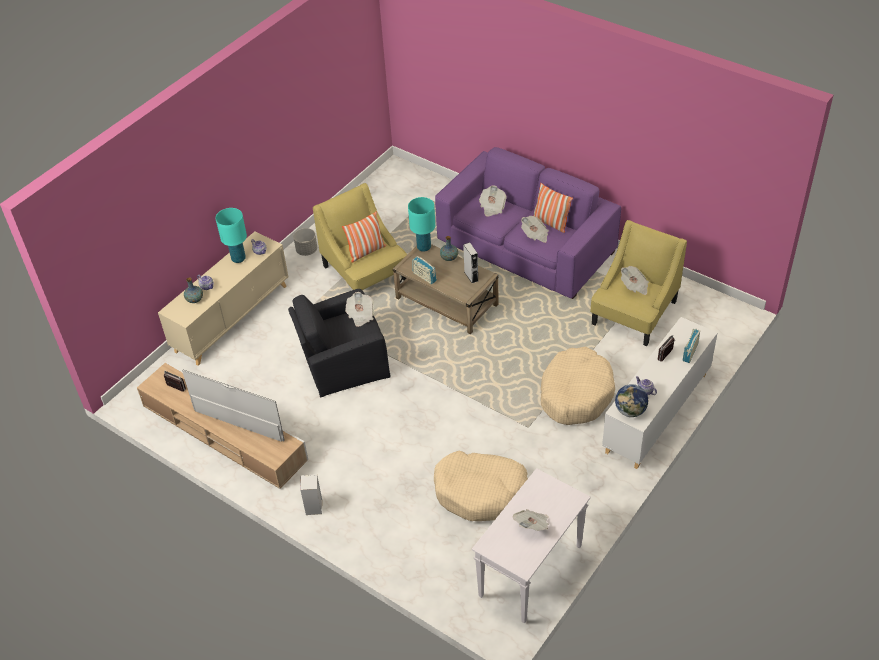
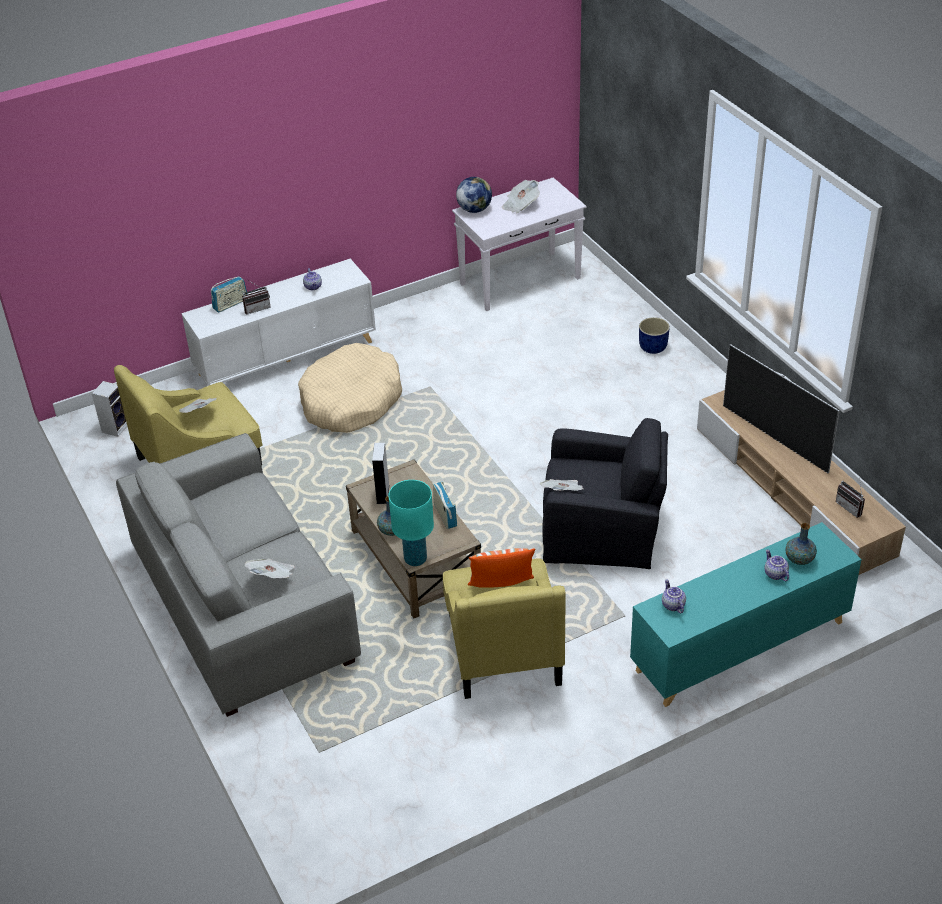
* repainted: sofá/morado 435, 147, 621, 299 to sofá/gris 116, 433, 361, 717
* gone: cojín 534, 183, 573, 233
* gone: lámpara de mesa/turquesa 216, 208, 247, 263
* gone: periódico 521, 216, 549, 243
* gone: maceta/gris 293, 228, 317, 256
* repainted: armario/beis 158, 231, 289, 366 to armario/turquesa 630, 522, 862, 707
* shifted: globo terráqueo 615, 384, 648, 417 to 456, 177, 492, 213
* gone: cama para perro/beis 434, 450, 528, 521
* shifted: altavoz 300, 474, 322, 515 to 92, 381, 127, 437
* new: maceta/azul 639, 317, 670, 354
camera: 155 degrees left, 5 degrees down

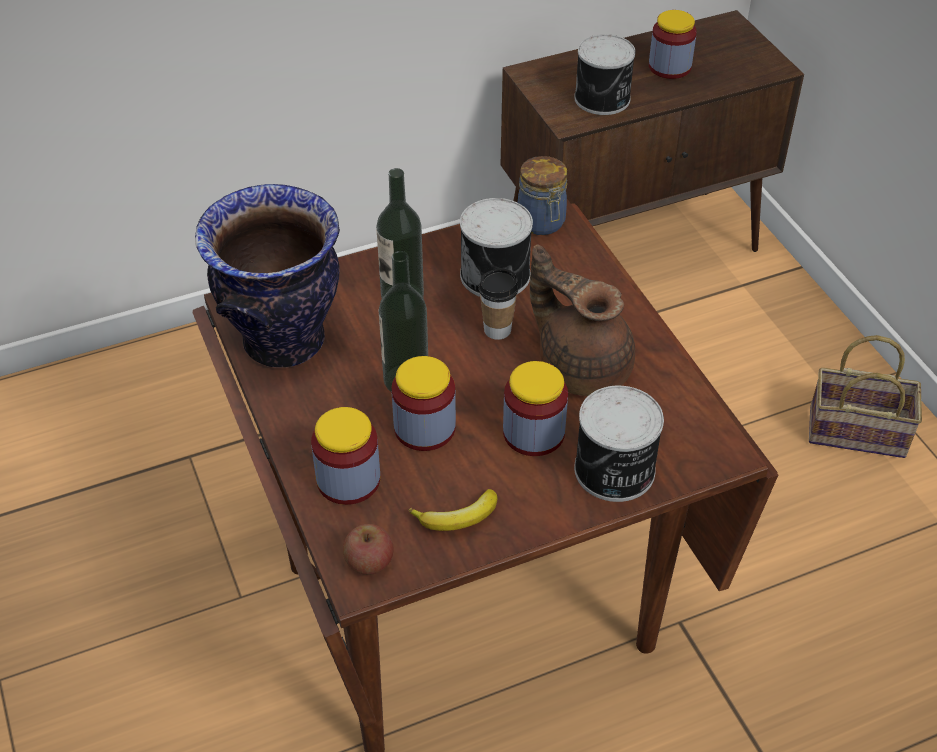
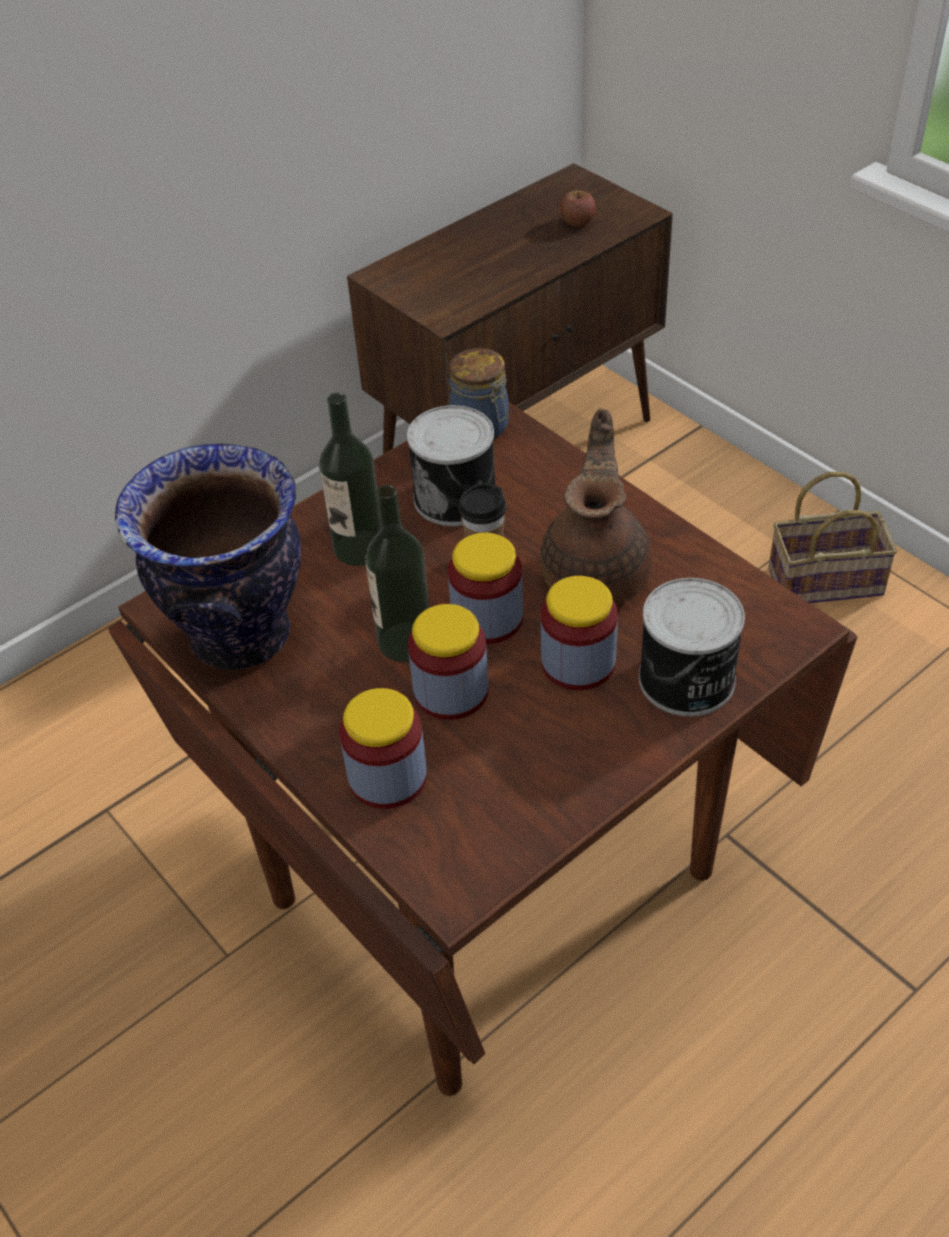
* shifted: tarro 649, 10, 697, 79 to 448, 533, 523, 644
* gone: lata 574, 34, 636, 115
* rotated: tetera/marrón 530, 244, 635, 396 = 540, 408, 652, 605 75 degrees clockwise
* gone: plátano 408, 489, 497, 531
* shifted: manzana 343, 524, 394, 575 to 560, 190, 596, 227
camera: 15 degrees left, 0 degrees up

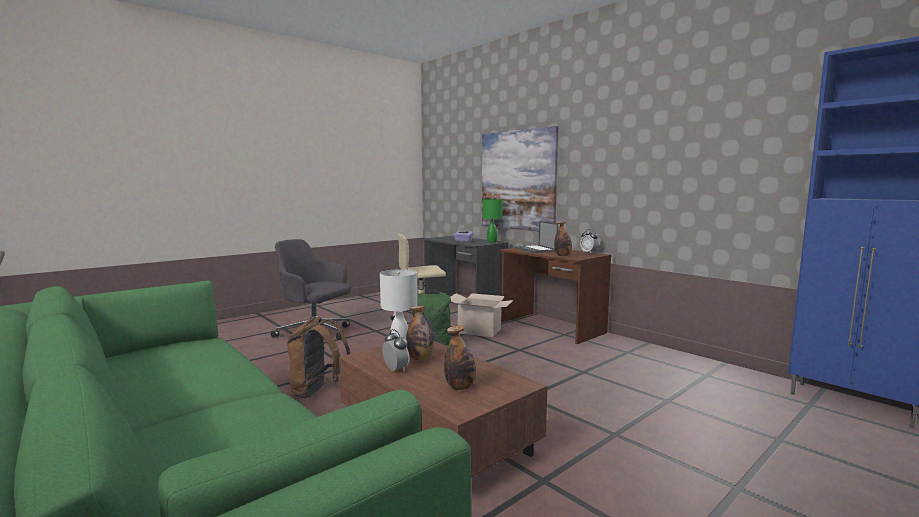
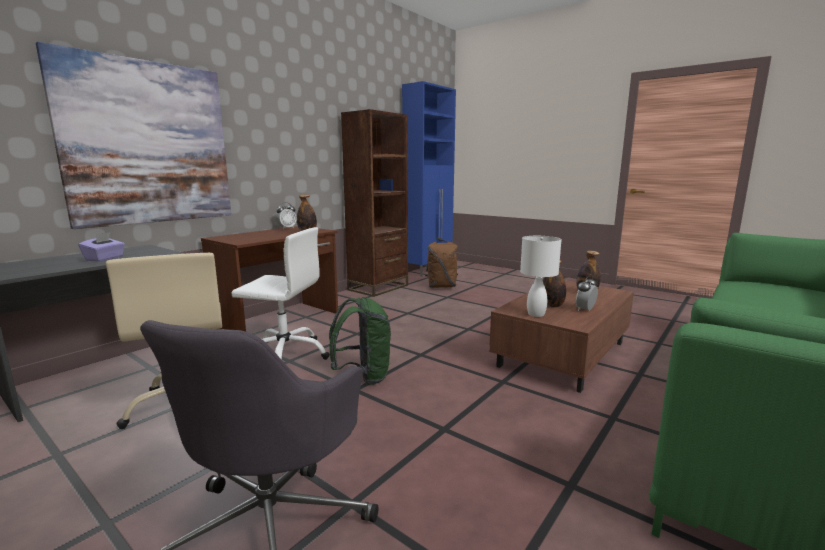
* gone: lámpara de mesa/verde 482, 199, 503, 243
* gone: portátil 514, 221, 558, 253
* swapped: caja de cartón 450, 293, 514, 337 to silla de oficina/blanco 231, 227, 330, 360
* shifted: mochila/marrón 287, 317, 350, 398 to 425, 240, 458, 288
* new: estantería/marrón 341, 109, 408, 297
camera: 100 degrees left, 5 degrees up

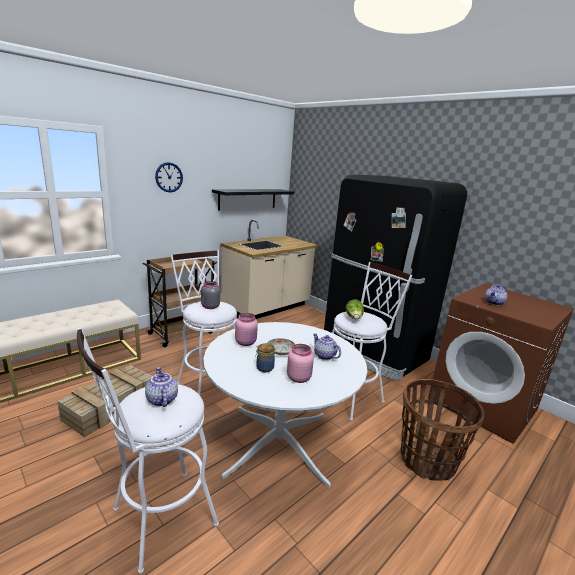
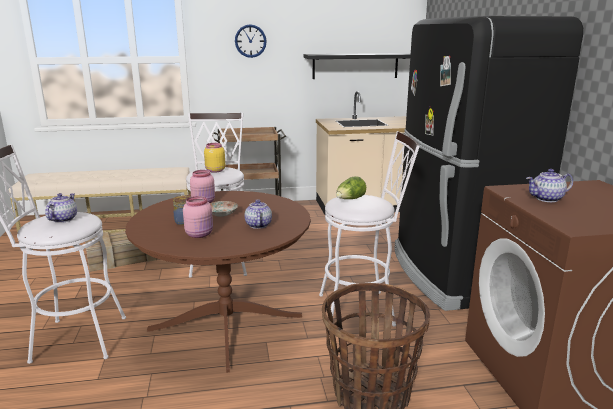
* repainted: tarro/gris 201, 281, 220, 309 to tarro/amarillo 204, 143, 225, 173
* repainted: mesa de comedor/blanco 203, 322, 367, 488 to mesa de comedor/marrón 125, 191, 311, 373
camera: 35 degrees right, 0 degrees up

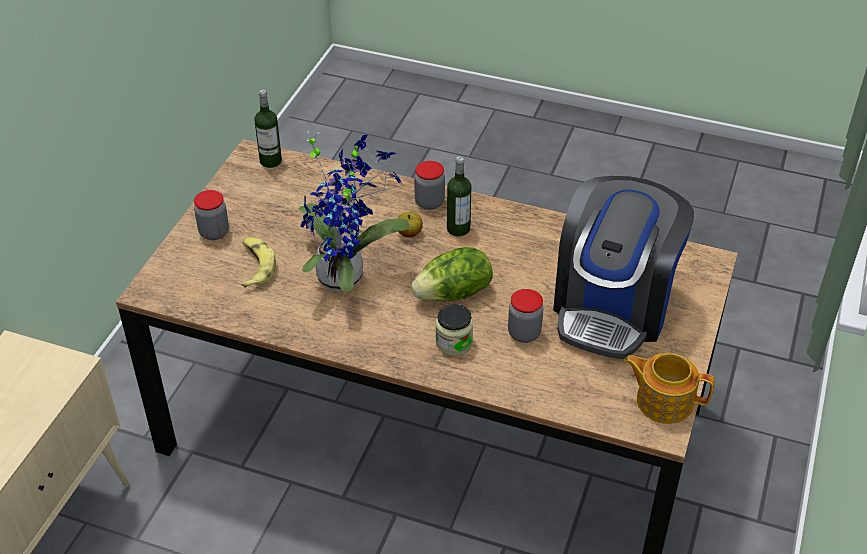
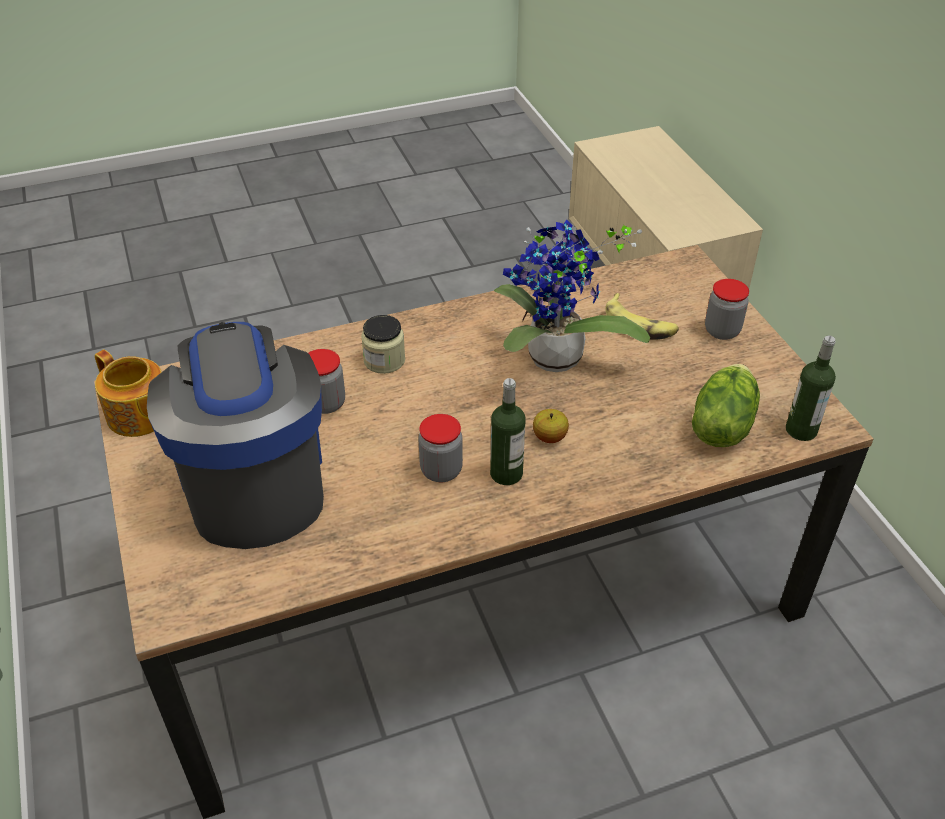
* shifted: tarro 414, 161, 445, 210 to 418, 414, 463, 482
* shifted: lechuga 411, 247, 493, 301 to 692, 364, 760, 447
* rotated: tetera 624, 353, 715, 424 = 95, 350, 161, 437 60 degrees clockwise
camera: 140 degrees right, 0 degrees up

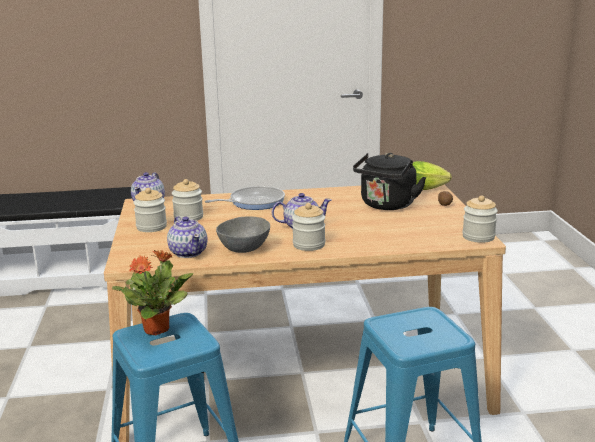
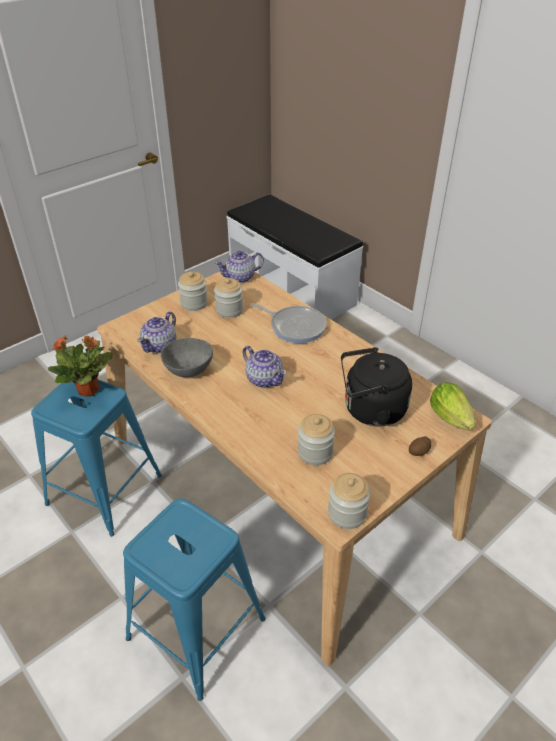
* shifted: tarro 292, 203, 325, 251 to 298, 414, 335, 465
camera: 55 degrees right, 20 degrees up

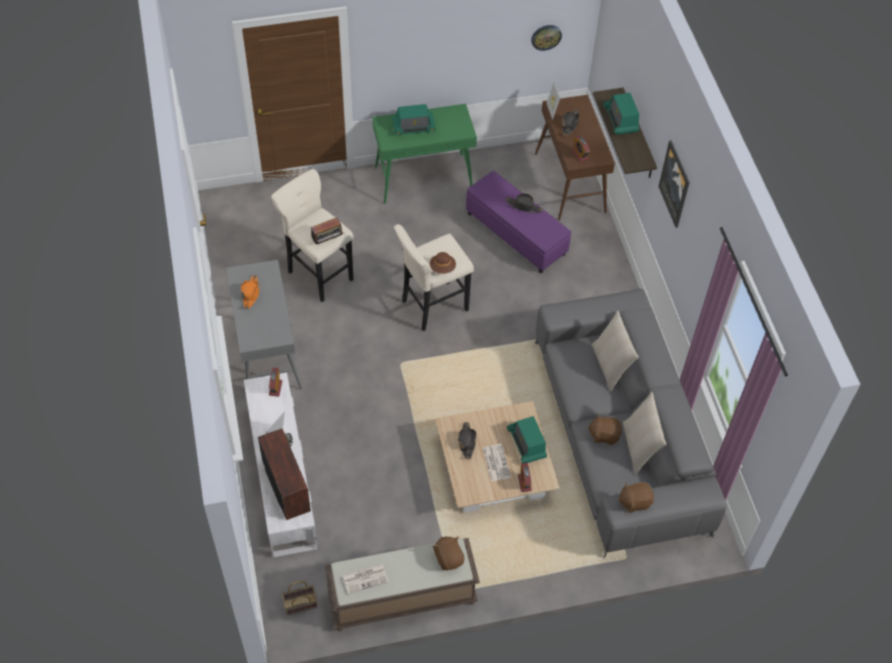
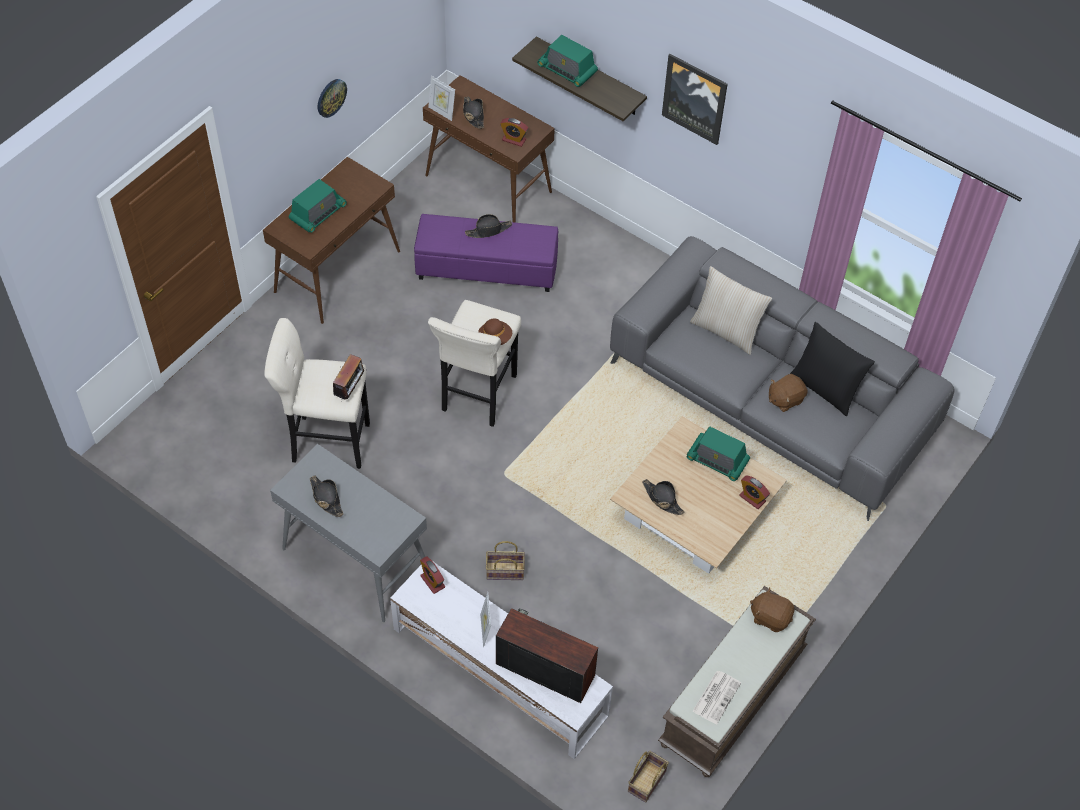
* shifted: reloj de pared 531, 25, 562, 51 to 318, 79, 347, 118
* repainted: mesa consola/verde 372, 104, 477, 204 to mesa consola/marrón 263, 157, 400, 324
* repainted: sombrero/naranja 241, 275, 259, 309 to sombrero/negro 310, 476, 344, 517
* repainted: cojín/beis 623, 392, 666, 475 to cojín/negro 790, 322, 875, 416
* gone: periódico 483, 444, 511, 481
* gone: peluche/marrón 618, 482, 654, 513
* new: cesta 486, 541, 525, 580
camera: 40 degrees left, 0 degrees up

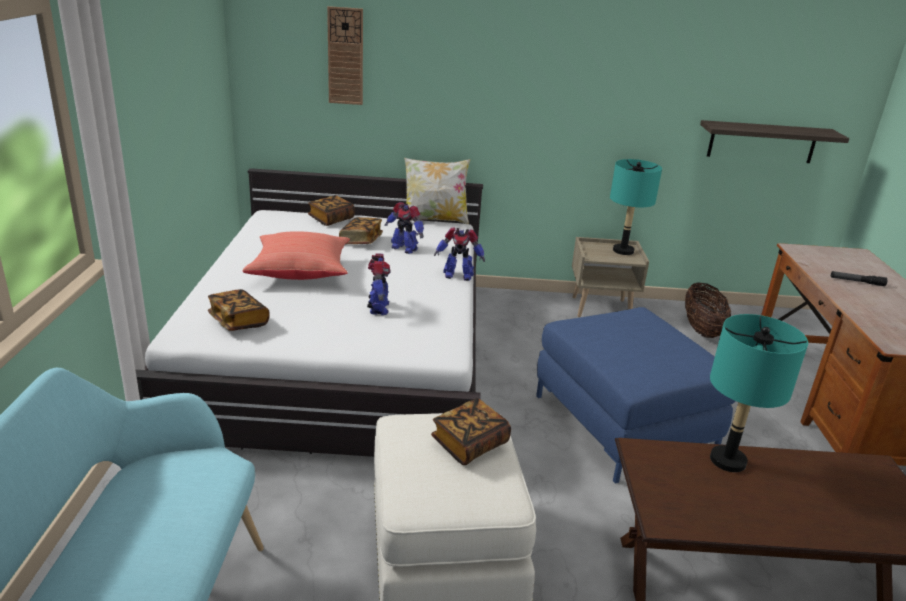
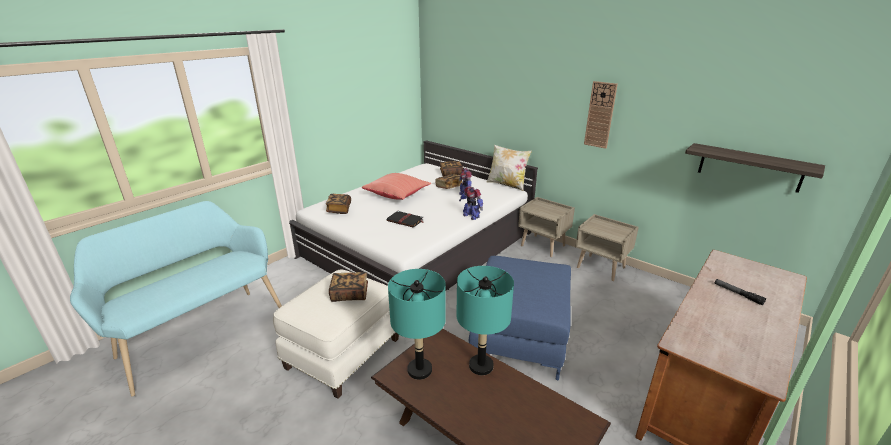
* shifted: reloj de pared 327, 6, 363, 105 to 584, 81, 618, 149
* shifted: lámpara de mesa/turquesa 610, 159, 662, 255 to 388, 269, 446, 380
* swapped: robot de juguete 367, 253, 391, 315 to libro/negro 387, 211, 424, 227
* gone: cesta 685, 282, 731, 338
* new: mesita de noche/beis 518, 197, 575, 257
camera: 40 degrees right, 0 degrees up

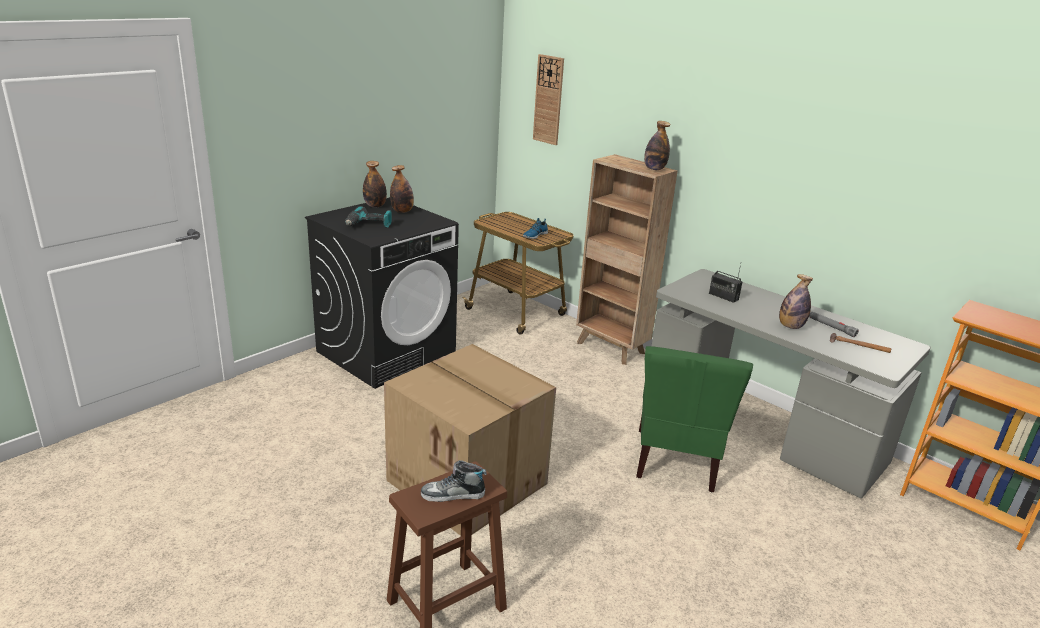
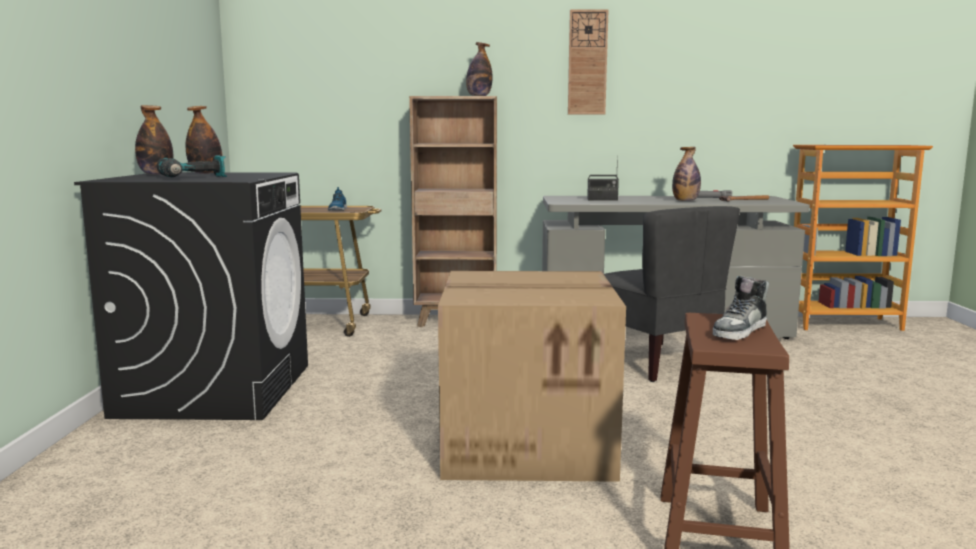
* shifted: reloj de pared 533, 54, 564, 145 to 568, 9, 608, 115
* repainted: silla/verde 636, 346, 753, 492 to silla/gris 604, 206, 740, 382
camera: 40 degrees left, 15 degrees down

